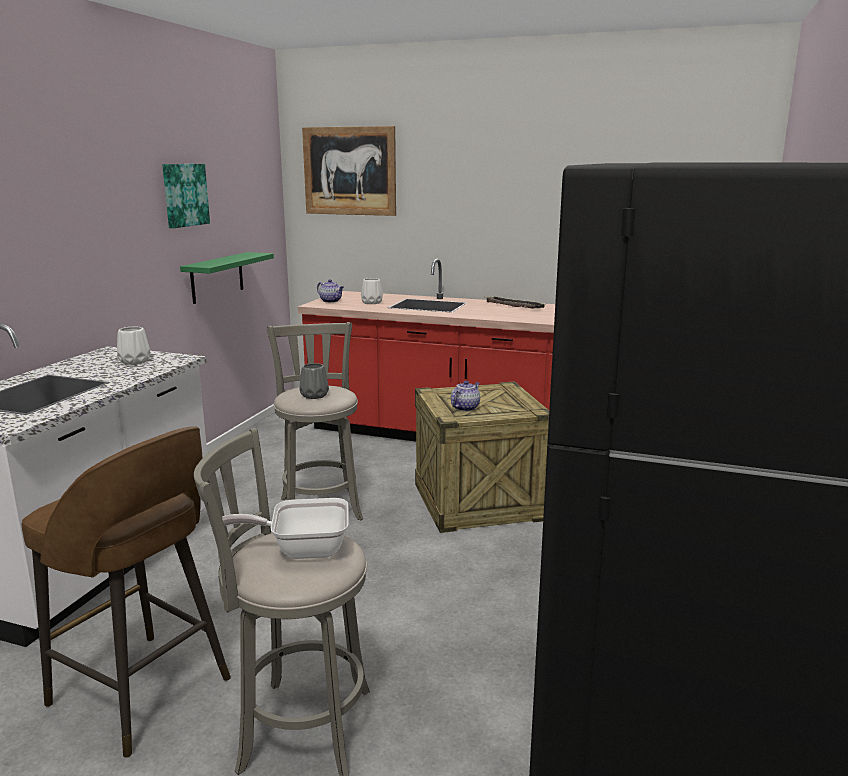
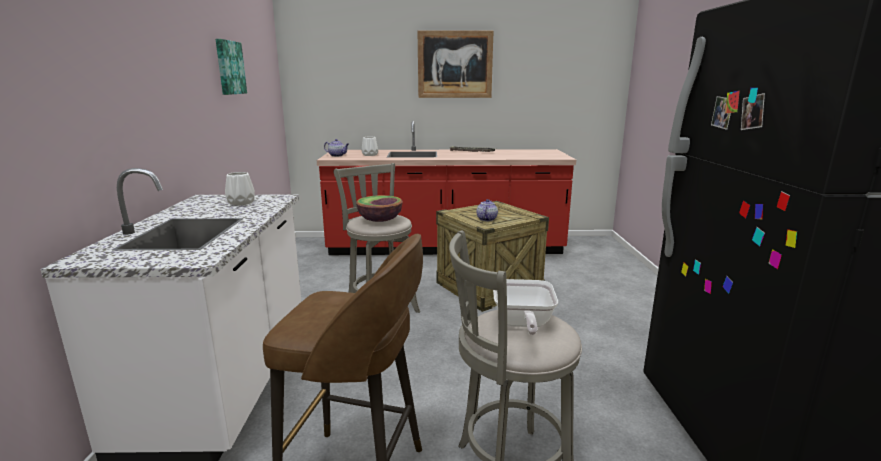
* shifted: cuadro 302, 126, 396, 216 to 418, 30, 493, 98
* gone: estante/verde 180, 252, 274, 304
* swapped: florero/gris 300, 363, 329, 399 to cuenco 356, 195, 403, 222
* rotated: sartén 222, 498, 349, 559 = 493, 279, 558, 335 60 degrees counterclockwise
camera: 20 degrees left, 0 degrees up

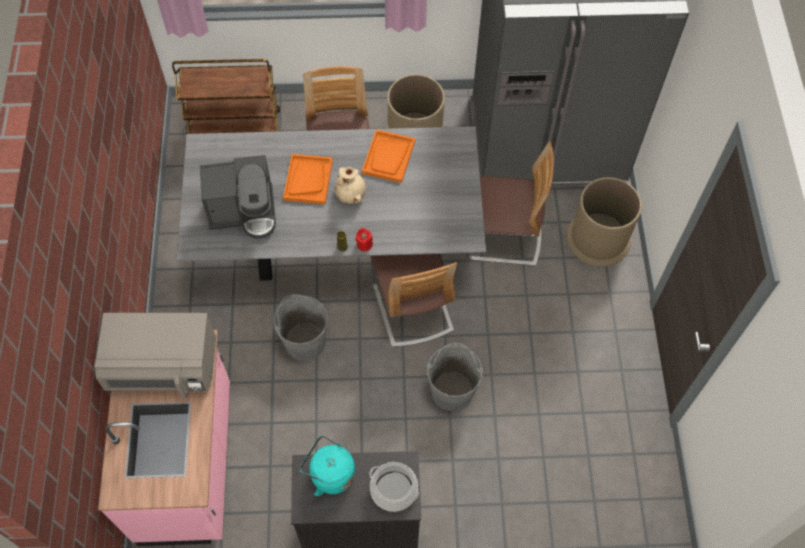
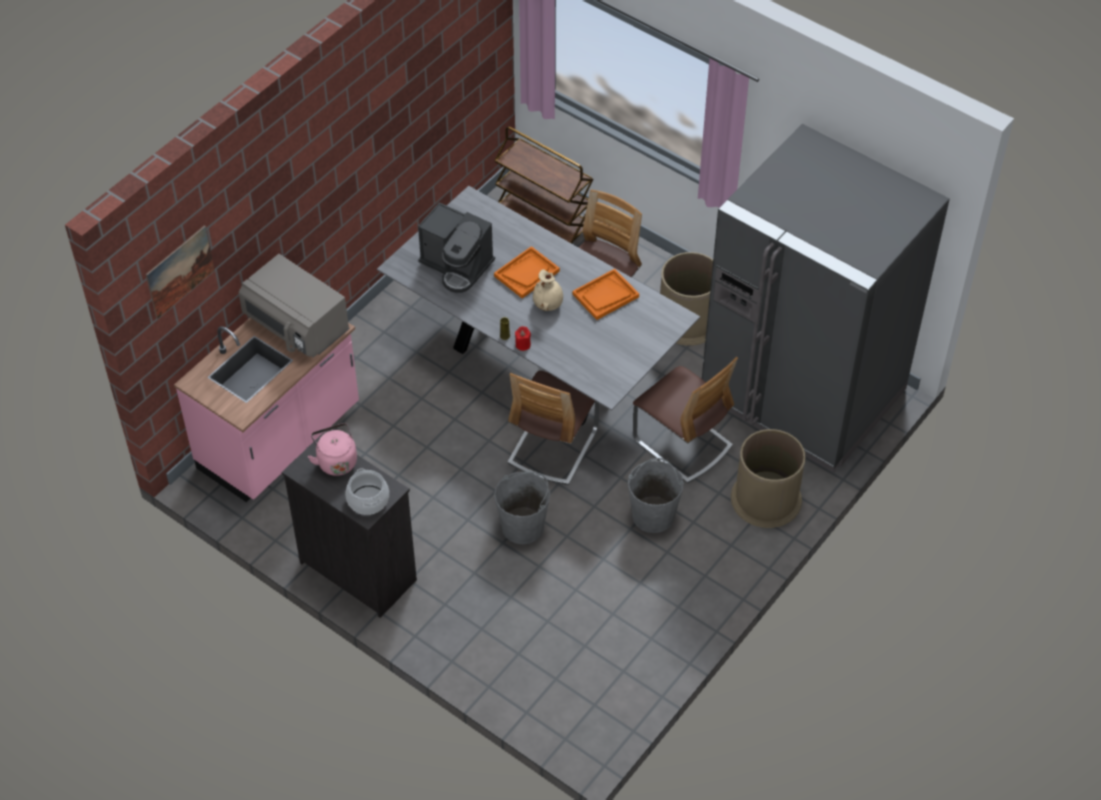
* shifted: cubo/gris 273, 294, 328, 361 to 628, 458, 684, 533
* repainted: hervidor/turquesa 300, 435, 355, 496 to hervidor/rosa 308, 423, 357, 476
* new: cuadro 146, 225, 215, 319
camera: 40 degrees right, 10 degrees down

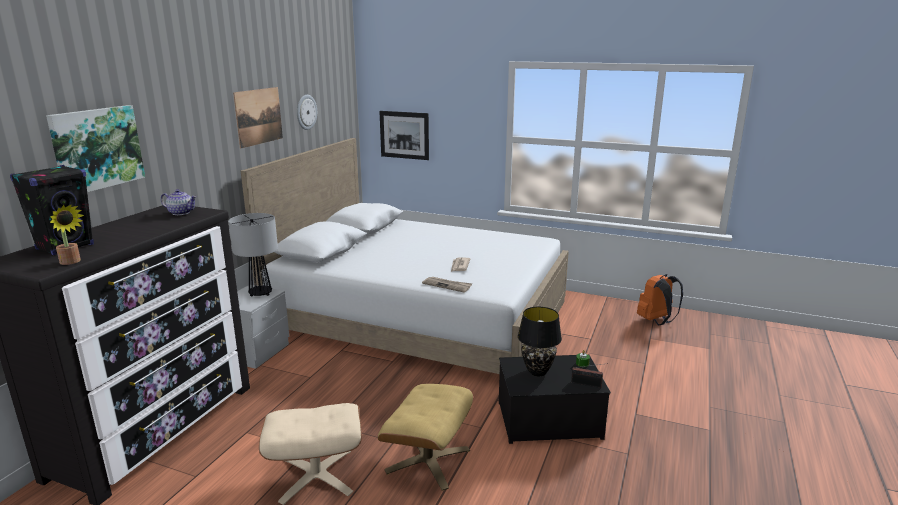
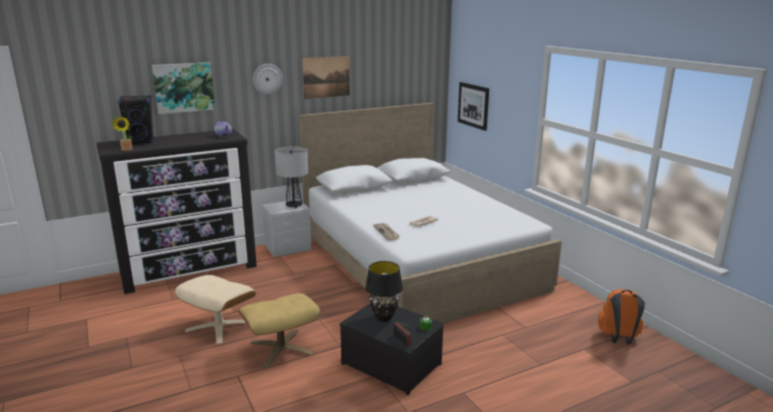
* shifted: reloj de pared 297, 95, 317, 130 to 253, 64, 283, 95
camera: 40 degrees right, 0 degrees up

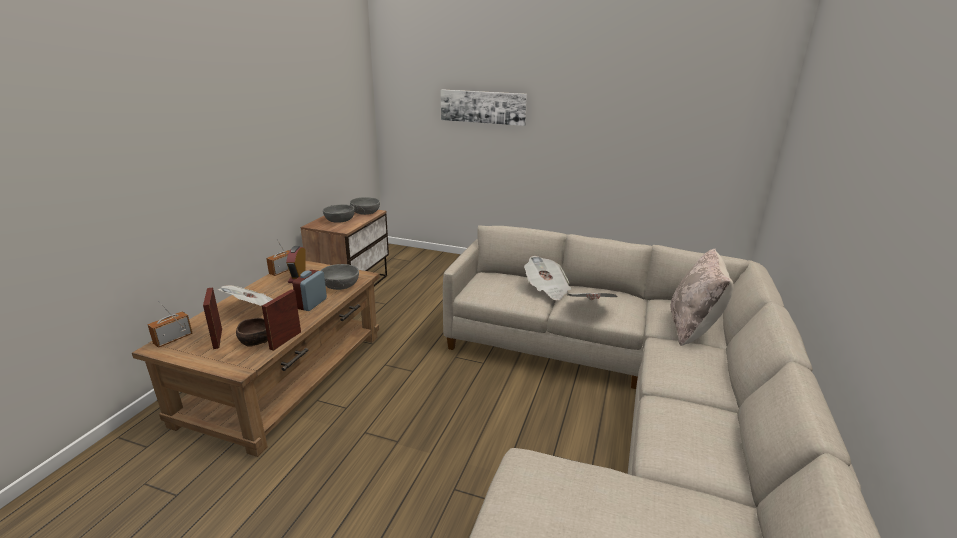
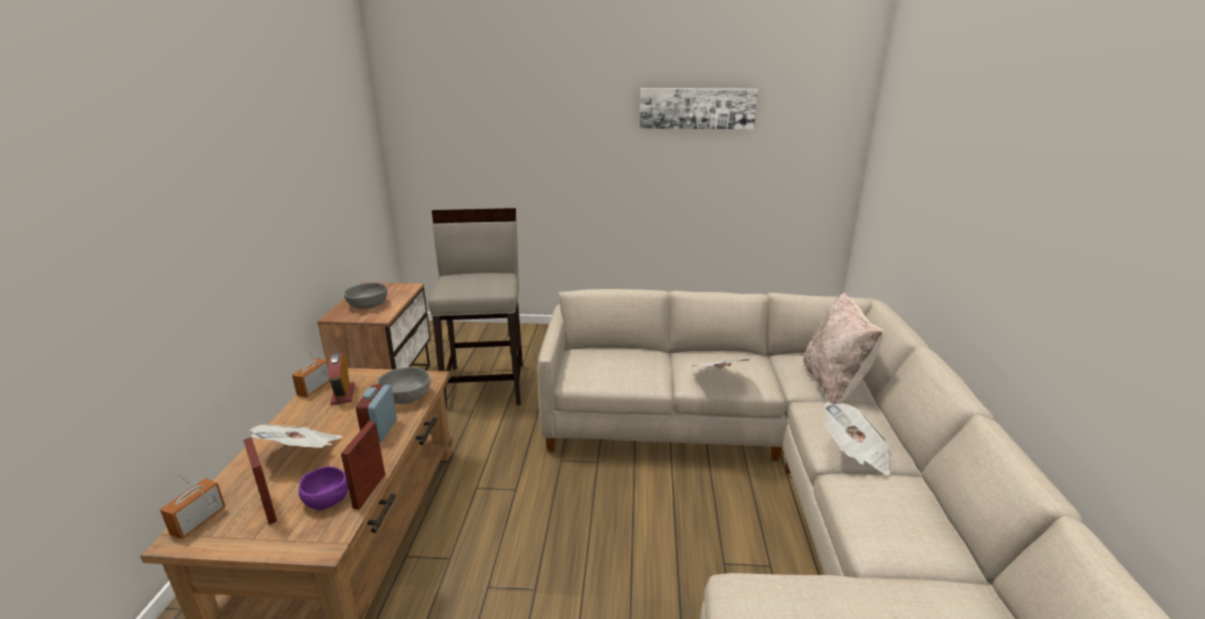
* shifted: cuadro 441, 89, 527, 126 to 640, 88, 758, 130
* gone: cuenco/gris 350, 197, 380, 215
* shifted: periódico 524, 256, 572, 301 to 824, 402, 892, 475
* repainted: cuenco/marrón 236, 318, 268, 347 to cuenco/morado 299, 466, 349, 510
* new: taburete/beis 428, 208, 523, 409
camera: 15 degrees left, 0 degrees up

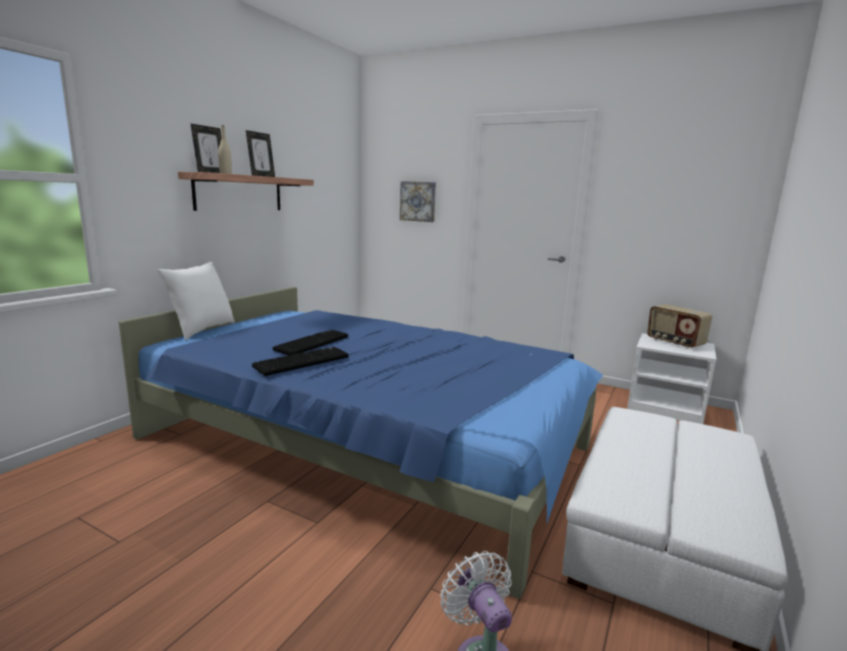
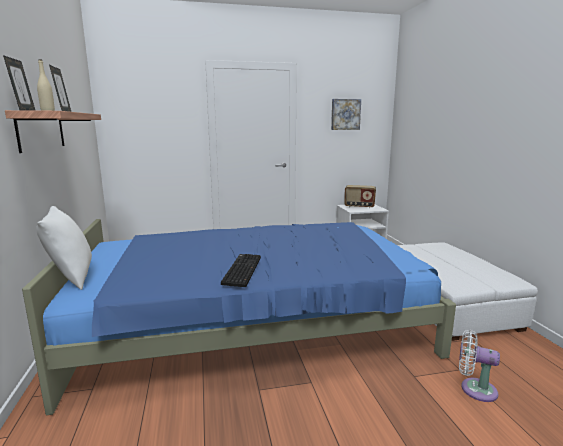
* shifted: cuadro 400, 181, 436, 222 to 331, 99, 361, 130
* gone: teclado 273, 330, 348, 356
camera: 40 degrees left, 0 degrees up

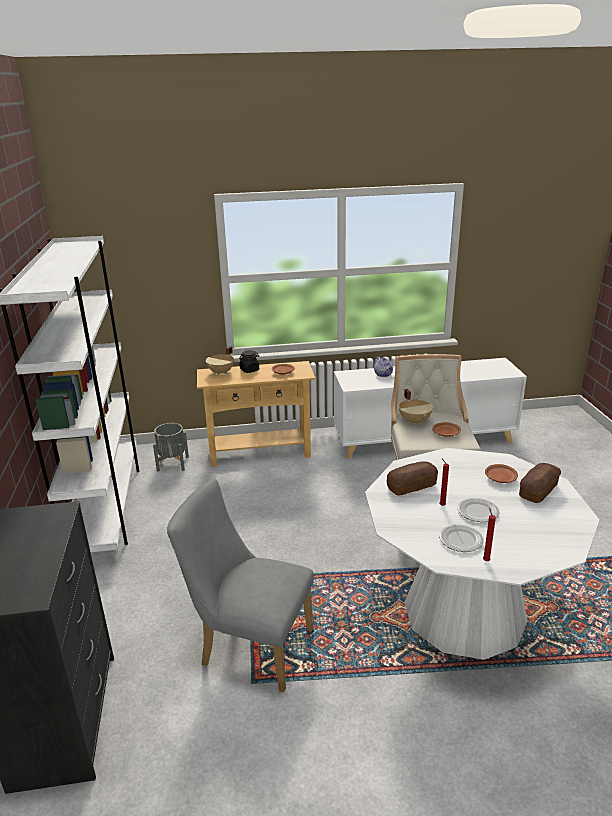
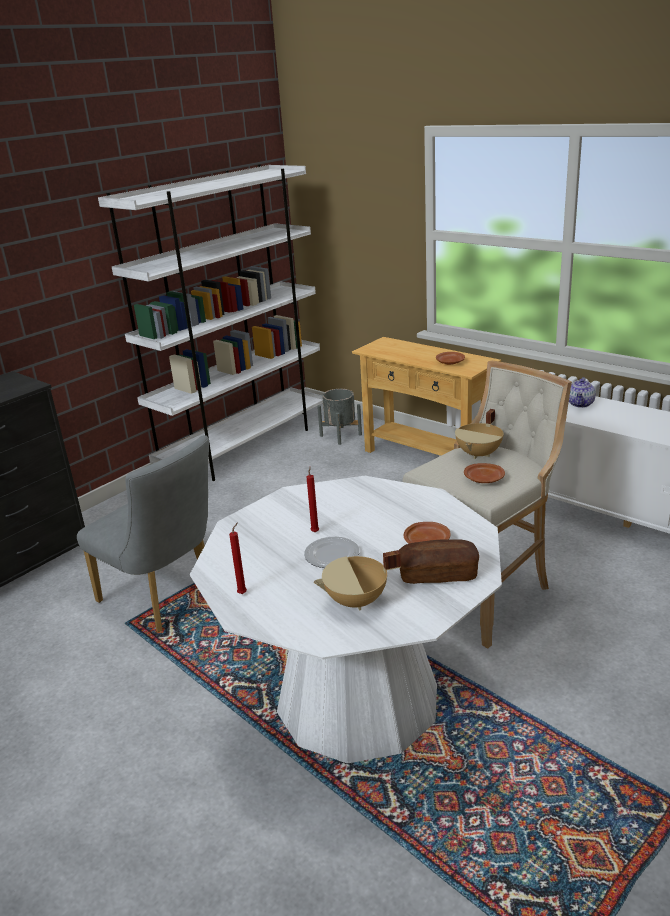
* shifted: olla/beis 206, 346, 234, 375 to 314, 550, 401, 611
* gone: tarro/negro 239, 350, 259, 373
* gone: pan 387, 461, 438, 495
* rotated: silla/gris 167, 479, 314, 693 = 77, 435, 209, 632 150 degrees clockwise
* gone: plato 439, 524, 484, 552
camera: 50 degrees right, 0 degrees up

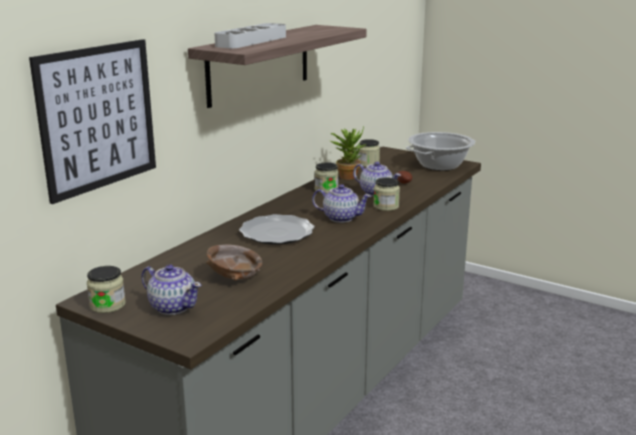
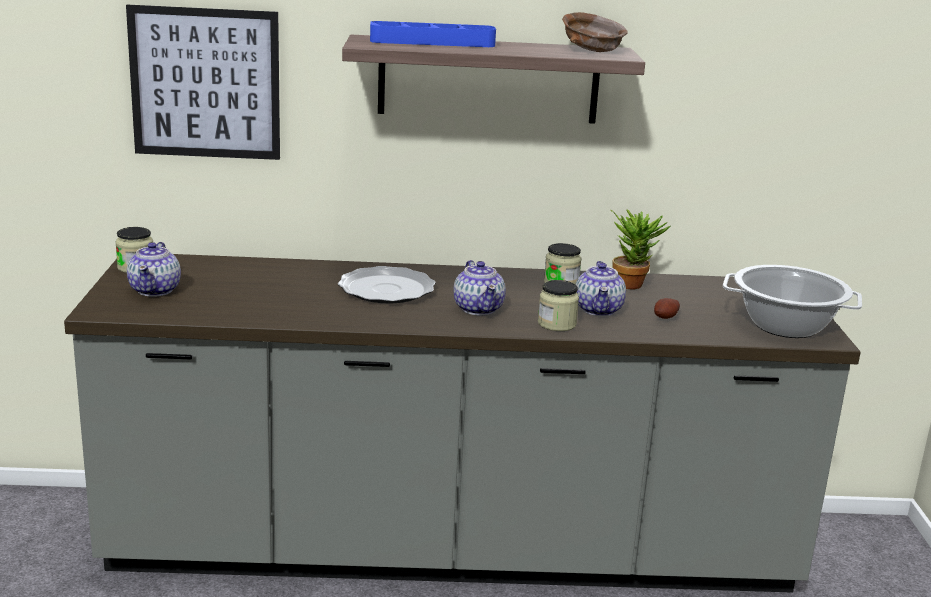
* repainted: bandeja/gris 214, 23, 286, 48 to bandeja/azul 370, 21, 496, 47
* gone: tarro 358, 139, 380, 167
* shifted: cuenco/marrón 206, 245, 262, 281 to 562, 12, 628, 52
camera: 55 degrees right, 0 degrees up

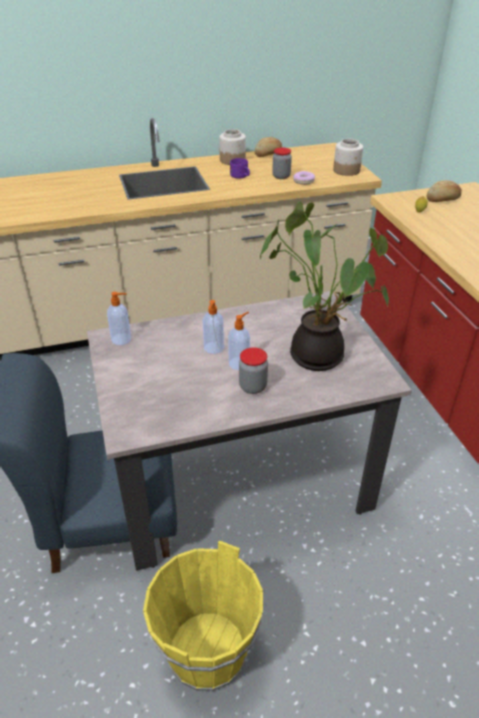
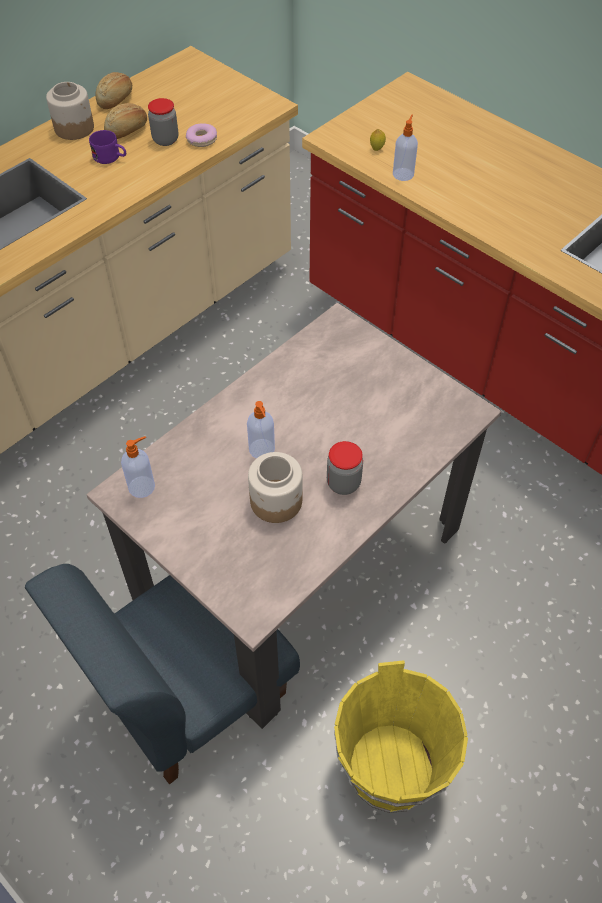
* shifted: tarro 333, 139, 363, 176 to 248, 452, 303, 523
* shifted: pan 426, 180, 462, 202 to 104, 103, 147, 139
* gone: planta en maceta 260, 201, 389, 371
* shifted: dispensador de jabón 228, 312, 250, 370 to 393, 115, 418, 181
camera: 30 degrees left, 15 degrees up

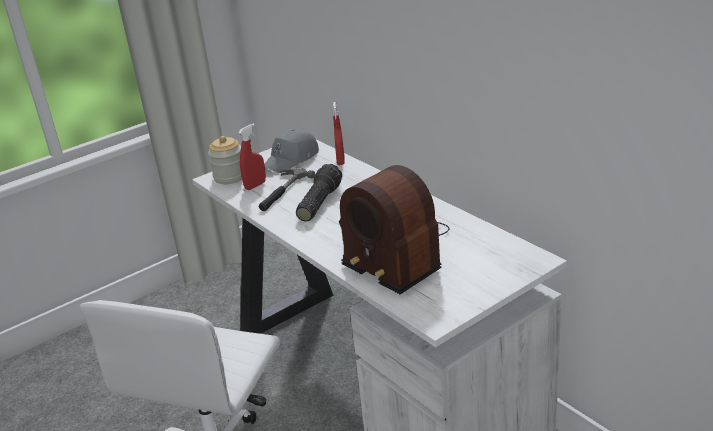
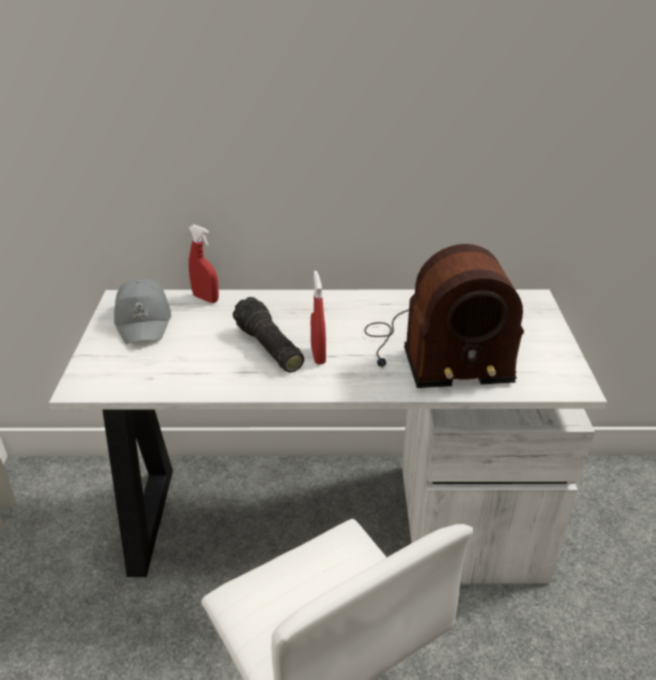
* shifted: pulverizador/rojo 238, 123, 266, 190 to 311, 271, 326, 365
* gone: tarro 208, 136, 242, 184
* gone: martillo 259, 168, 315, 211
camera: 55 degrees left, 5 degrees up

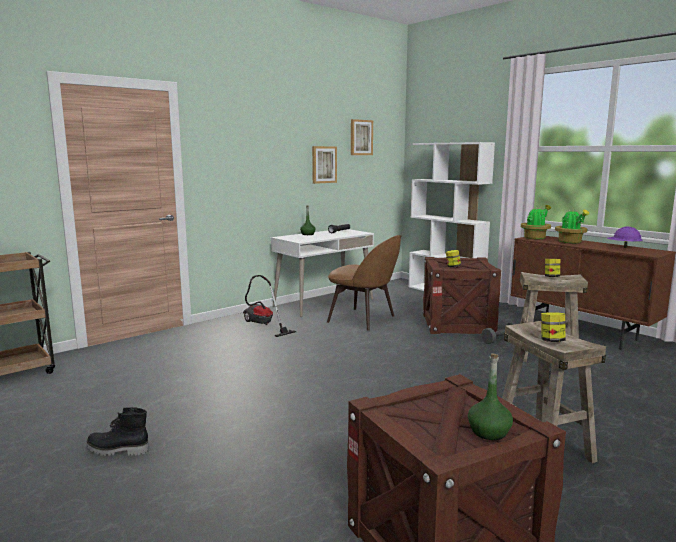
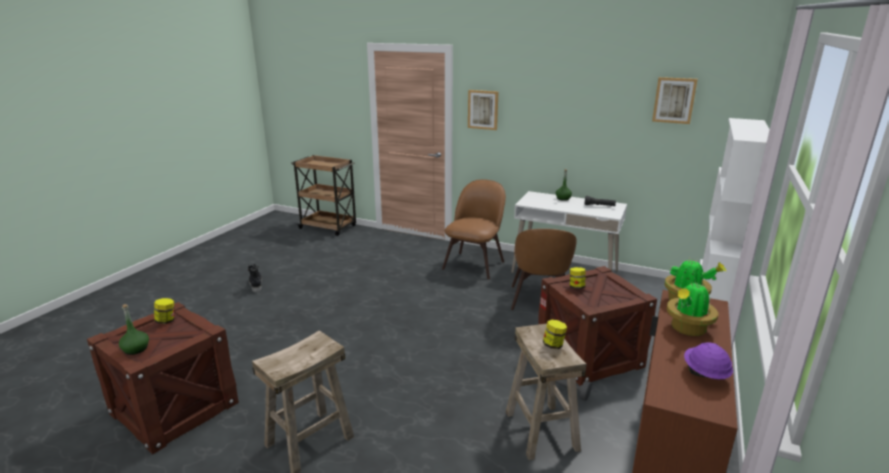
* shifted: cuadro 312, 146, 337, 184 to 468, 90, 499, 130
* swapped: aspiradora 243, 275, 296, 337 to silla/marrón 442, 179, 506, 279
* shifted: tarro 541, 312, 565, 342 to 154, 298, 174, 324
camera: 65 degrees right, 10 degrees up

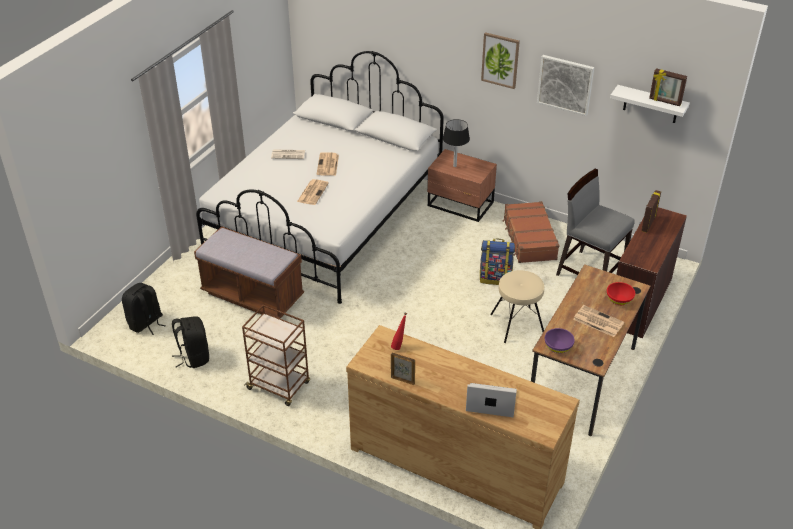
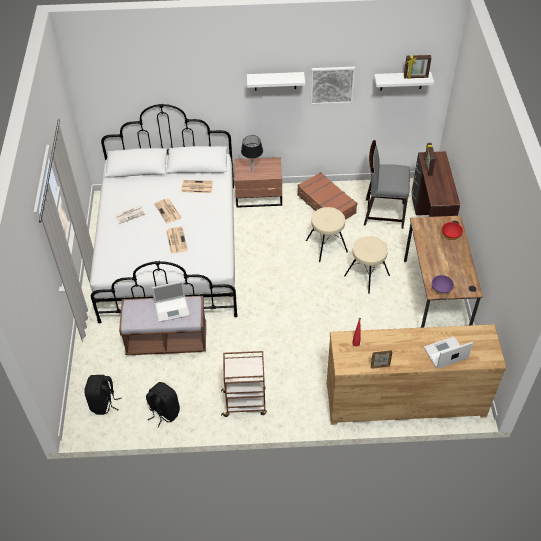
* swapped: cuadro 481, 32, 520, 89 to estante/blanco 247, 72, 305, 91
* swapped: mochila 480, 239, 515, 285 to taburete/beis 306, 207, 348, 262
* shifted: periódico 573, 305, 624, 337 to 181, 180, 213, 193
* new: portátil 151, 281, 190, 322
camera: 30 degrees left, 10 degrees up

